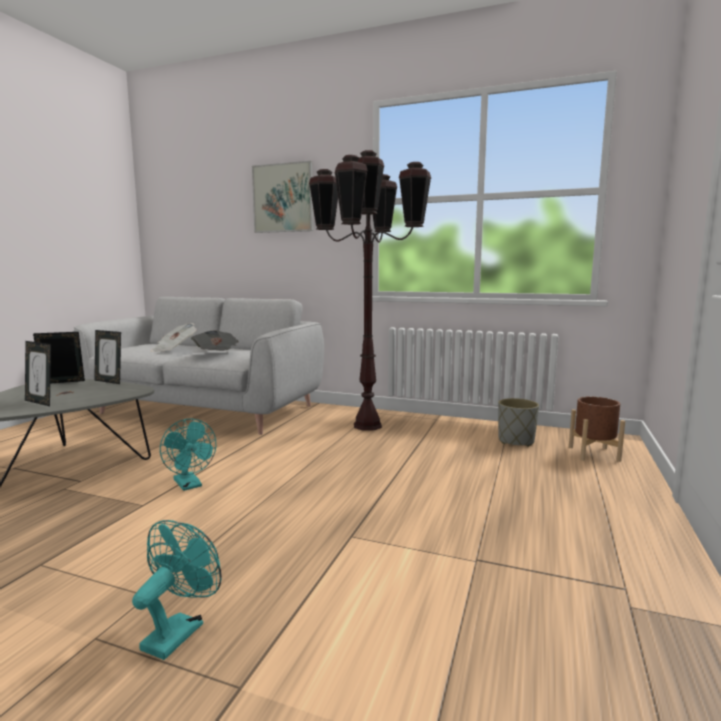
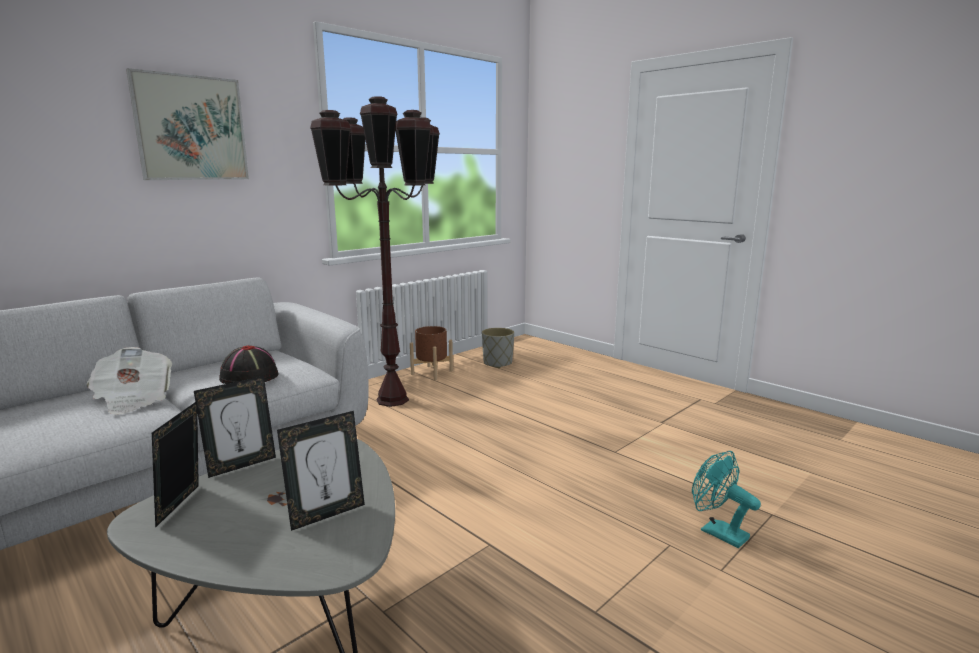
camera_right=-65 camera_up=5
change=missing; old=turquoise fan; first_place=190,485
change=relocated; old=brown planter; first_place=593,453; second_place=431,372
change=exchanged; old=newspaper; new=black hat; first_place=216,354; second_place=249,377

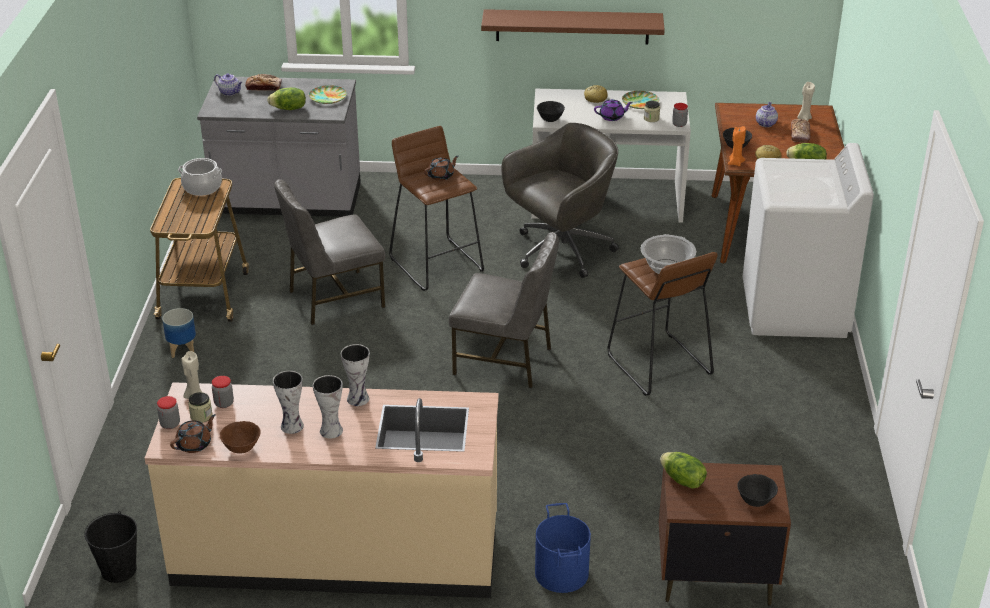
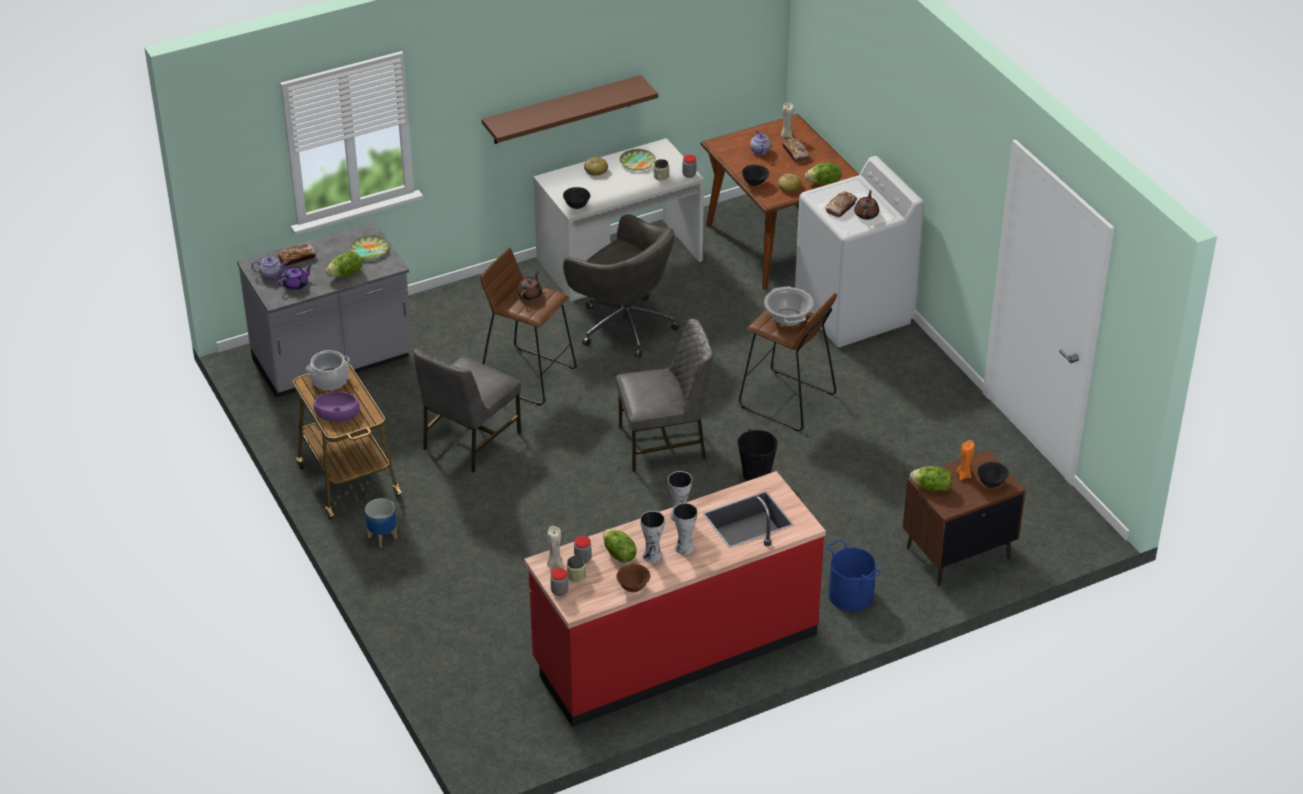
camera_right=-30 camera_up=5
change=appeared; new=purple bowl; second_place=337,412
change=appeared; new=lettuce; second_place=618,554
change=appeared; new=bread; second_place=841,207
change=relocated; old=black bucket; first_place=119,570; second_place=756,474
change=relocated; old=brown teapot; first_place=195,444; second_place=866,214
change=relocated; old=purple teapot; first_place=612,117; second_place=296,284
change=relocated; old=orange candle; first_place=735,163; second_place=964,475
change=colour; old=beige counter; new=red counter; first_place=337,552; second_place=675,649
change=spun; old=grey office chair; first_place=561,251; second_place=623,325; degrees=105

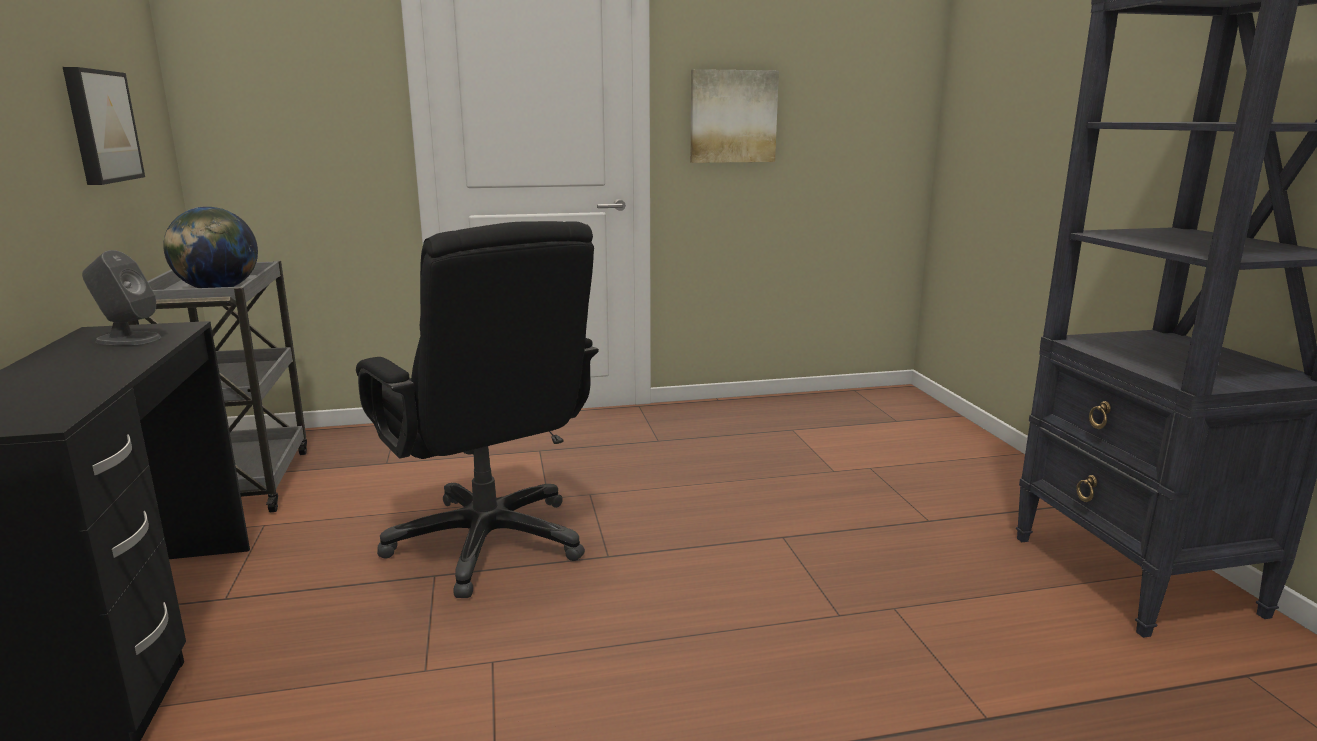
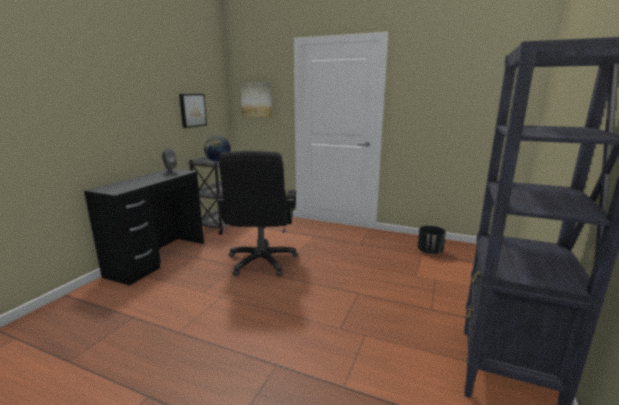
camera_right=35 camera_up=0
change=appeared; new=black planter; second_place=430,251
change=relocated; old=picture; first_place=732,116; second_place=256,99

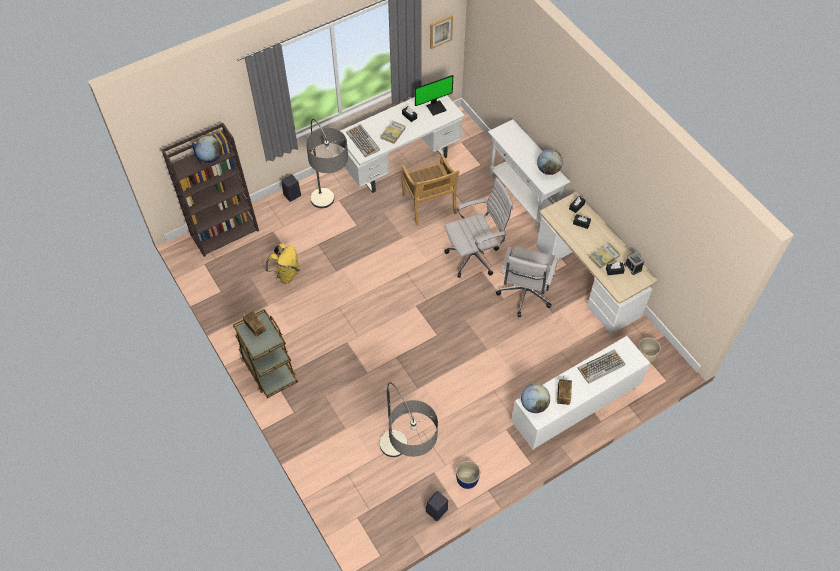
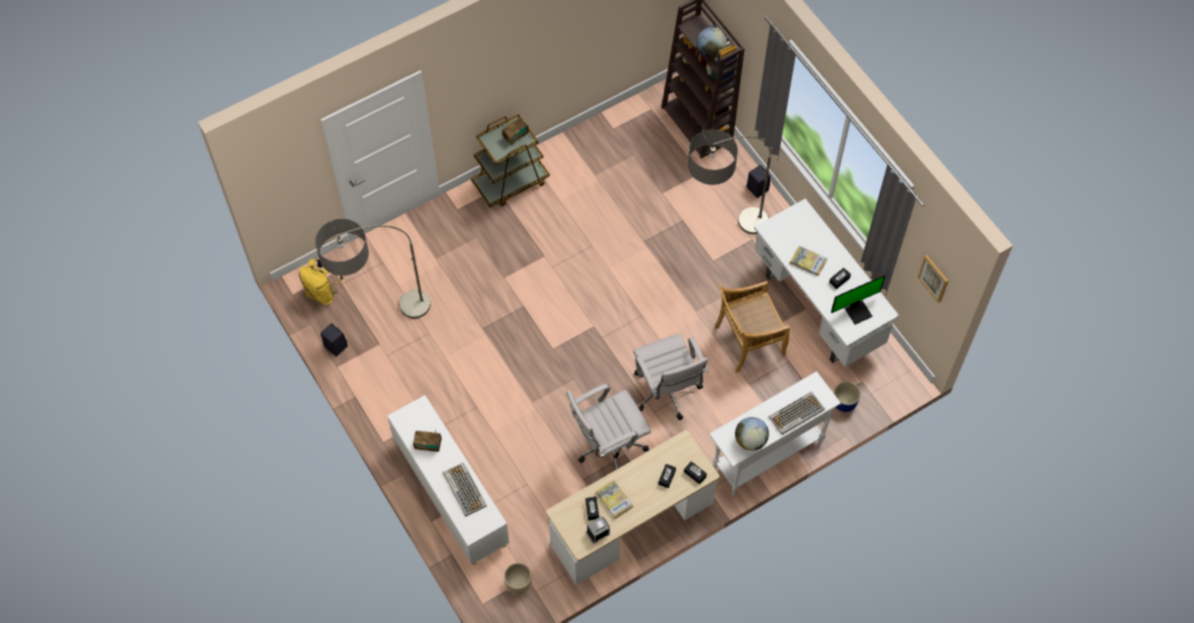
camera_right=90 camera_up=5
change=missing; old=globe; first_place=534,404
change=relocated; old=yellow backpack; first_place=286,274; second_place=323,293
change=relocated; old=keyboard; first_place=363,141; second_place=796,414
change=relocated; old=blue planter; first_place=467,479; second_place=844,402
change=spun; old=monitor; first_place=436,107; second_place=858,311; degrees=-90
change=spun; old=white office chair; first_place=524,296; second_place=607,447; degrees=-45

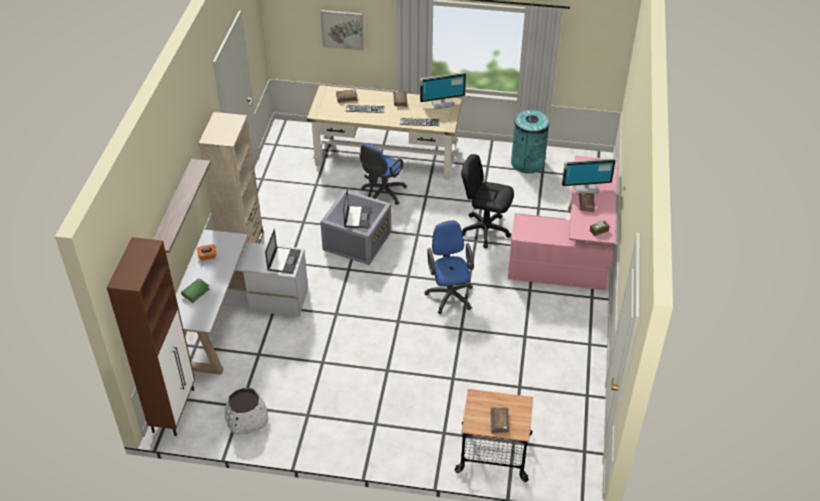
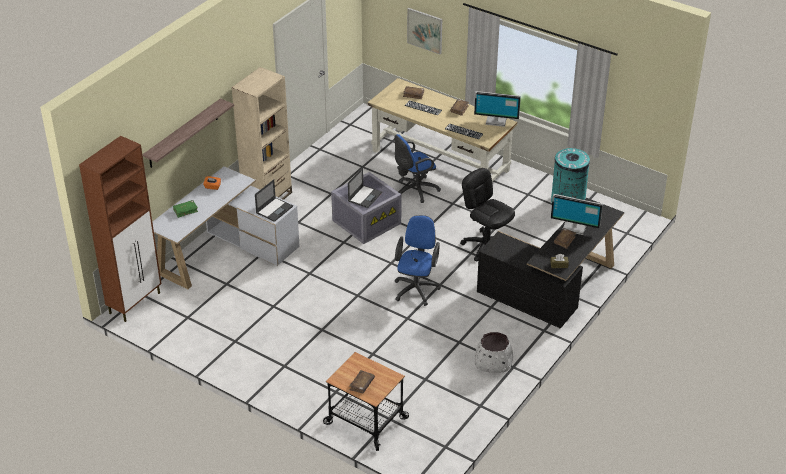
camera_right=25 camera_up=-5
change=relocated; old=white planter; first_place=247,418; second_place=493,361
change=colour; old=pink desk; new=black desk; first_place=571,252; second_place=552,289

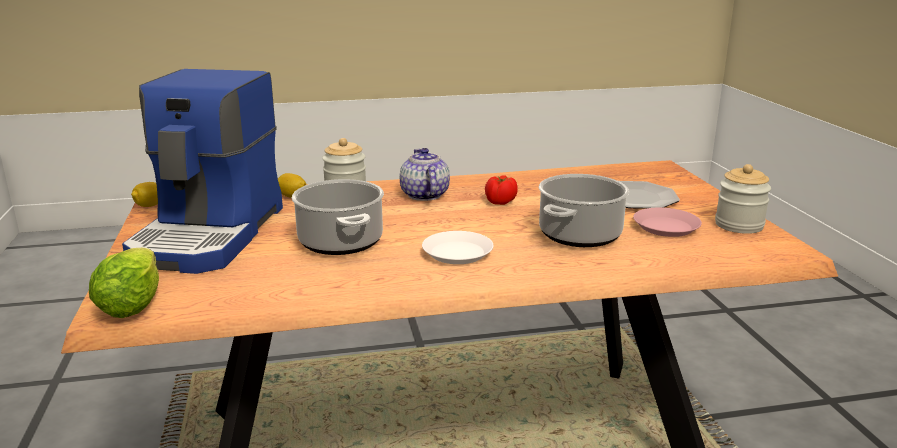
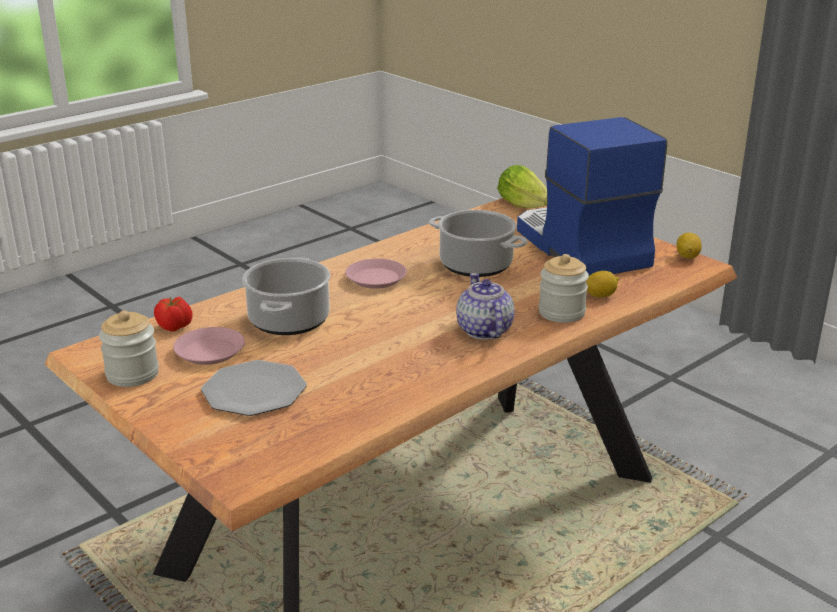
camera_right=150 camera_up=5
change=relocated; old=tomato; first_place=500,202; second_place=175,327
change=colour; old=white plate; new=pink plate; first_place=457,253; second_place=376,278
change=spun; old=teapot; first_place=424,195; second_place=484,331; degrees=-150

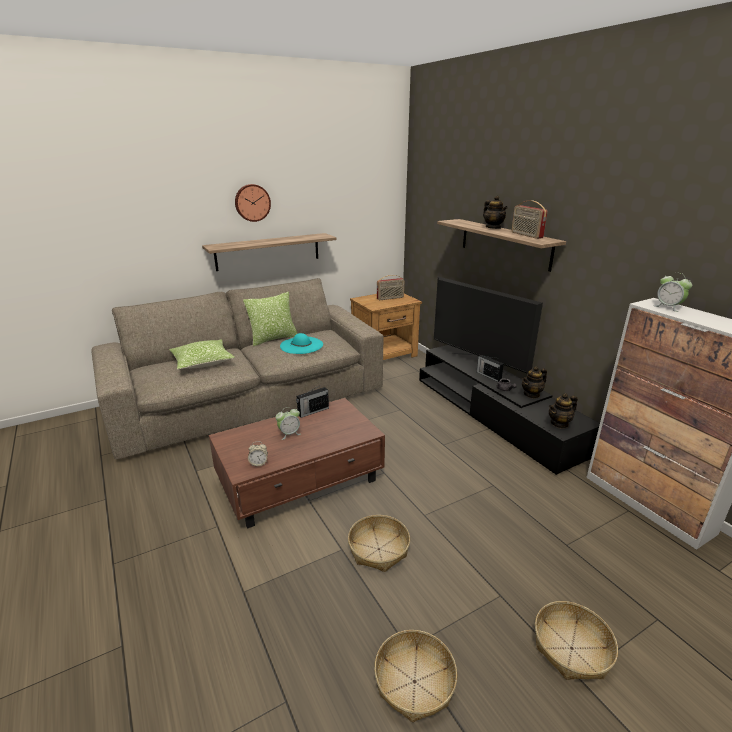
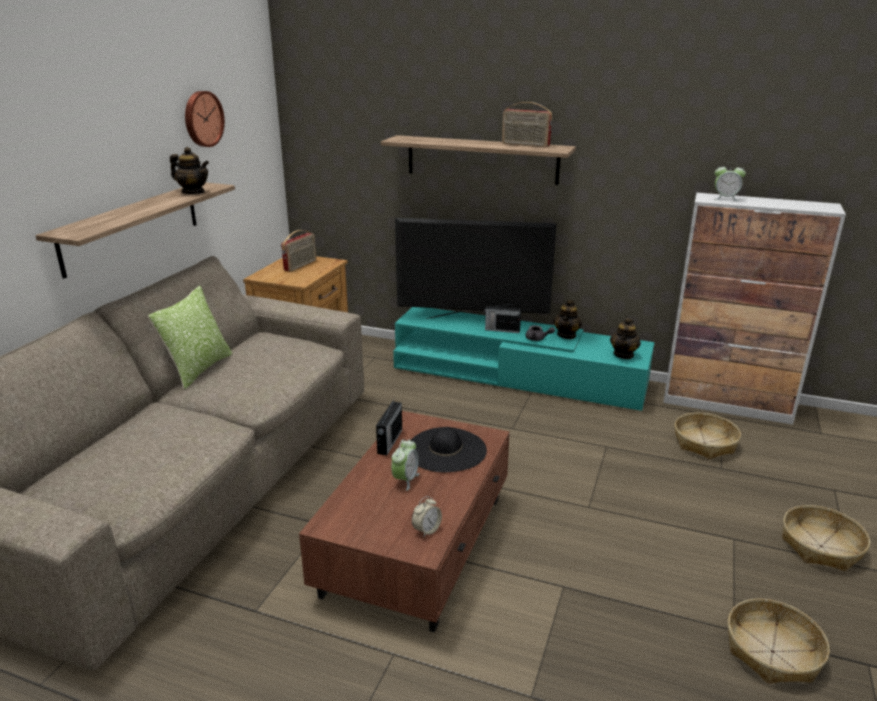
camera_right=-40 camera_up=0
change=missing; old=pillow; first_place=202,362
change=missing; old=turquoise hat; first_place=301,345
change=appeared; new=black hat; second_place=446,450
change=relocated; old=wall clock; first_place=252,202; second_place=202,119
change=relocated; old=basket; first_place=379,549; second_place=705,443
change=relocated; old=teapot; first_place=493,227; second_place=193,192
change=colour; old=black tv stand; new=turquoise tv stand; first_place=494,414; second_place=517,376

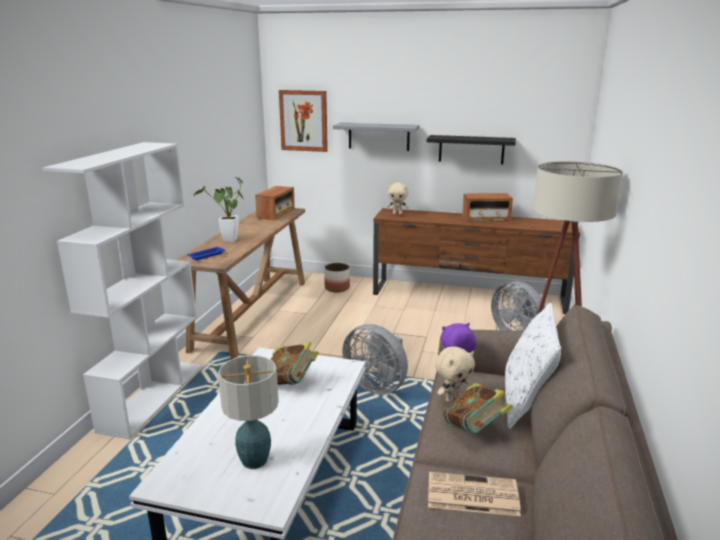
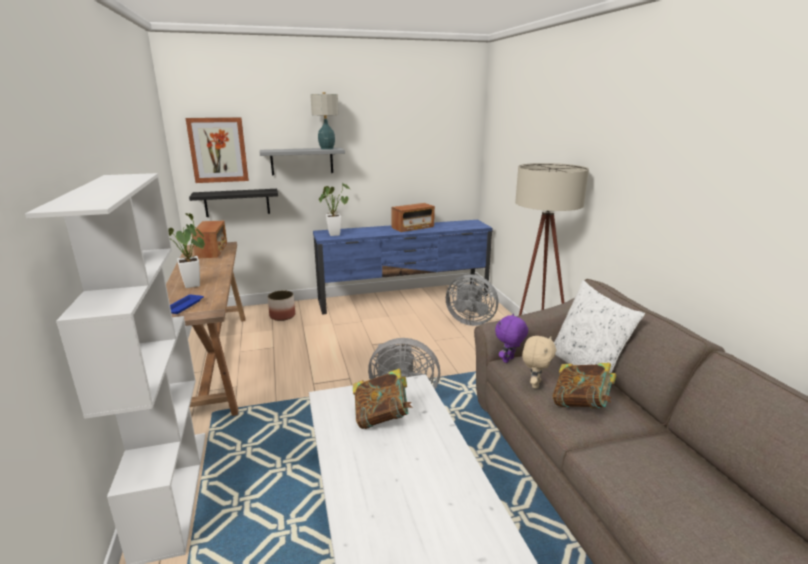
camera_right=-30 camera_up=0
change=missing; old=newspaper; first_place=471,495
change=relocated; old=table lamp; first_place=254,460; second_place=326,148
change=relocated; old=black shelf; first_place=471,149; second_place=237,202
change=exchanged; old=beige plush toy; new=potted plant; first_place=397,214; second_place=334,233
change=colour; old=brown tv stand; new=blue tv stand; first_place=469,296; second_place=404,298

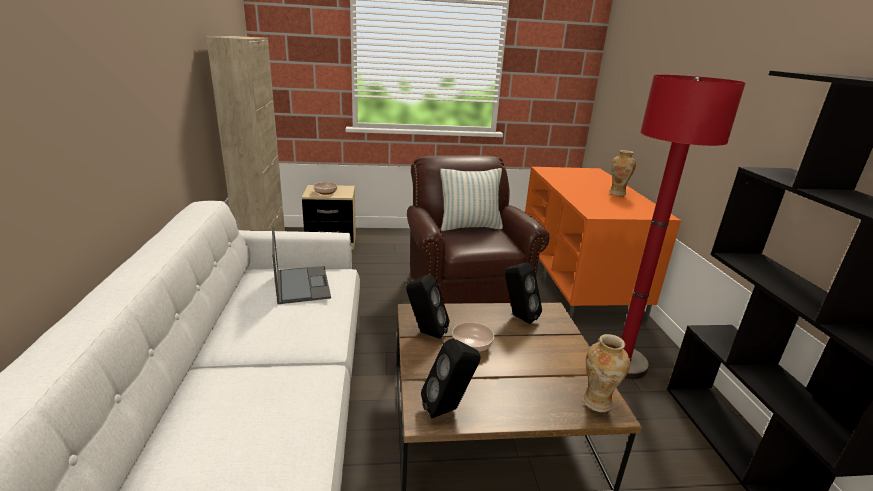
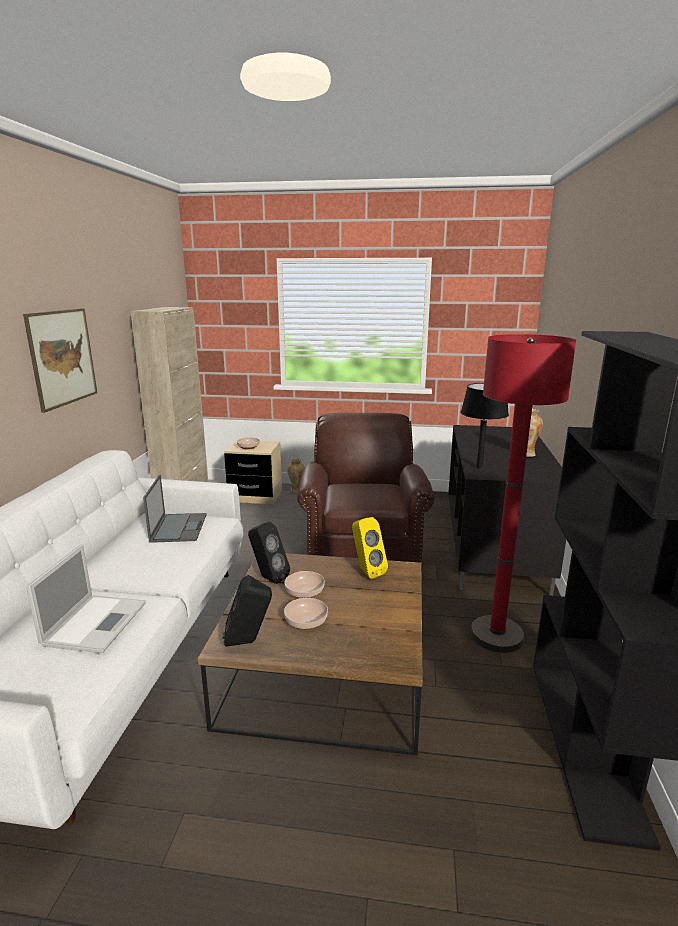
camera_right=15 camera_up=-5
change=missing; old=pillow; first_place=469,227
change=appeared; new=picture; second_place=62,357
change=appeared; new=laptop; second_place=96,622
change=appeared; new=bowl; second_place=305,621
change=appeared; new=black table lamp; second_place=479,467
change=relocated; old=vase; first_place=597,402; second_place=296,491
change=colour; old=black speaker; new=yellow speaker; first_place=518,317; second_place=366,572
change=colour; old=orange tv stand; new=black tv stand; first_place=578,281; second_place=495,549

